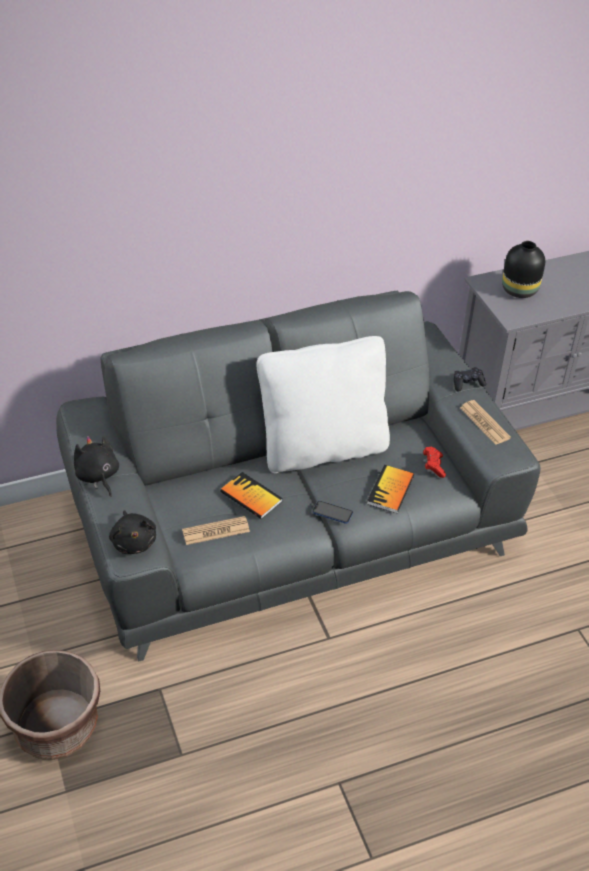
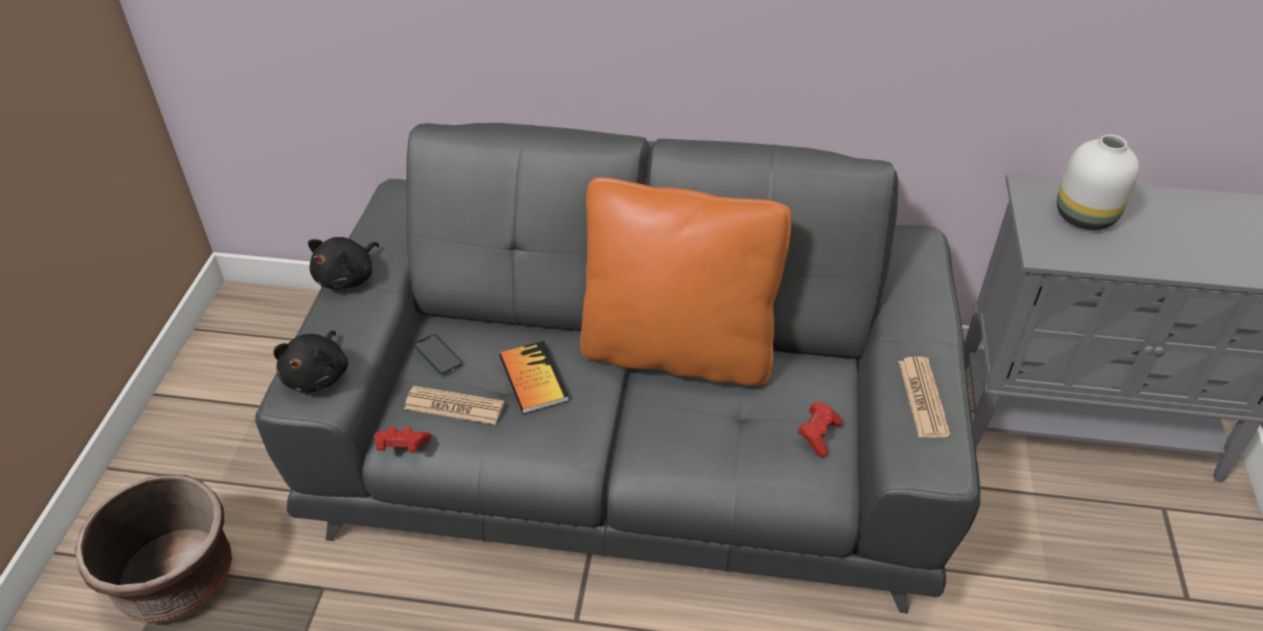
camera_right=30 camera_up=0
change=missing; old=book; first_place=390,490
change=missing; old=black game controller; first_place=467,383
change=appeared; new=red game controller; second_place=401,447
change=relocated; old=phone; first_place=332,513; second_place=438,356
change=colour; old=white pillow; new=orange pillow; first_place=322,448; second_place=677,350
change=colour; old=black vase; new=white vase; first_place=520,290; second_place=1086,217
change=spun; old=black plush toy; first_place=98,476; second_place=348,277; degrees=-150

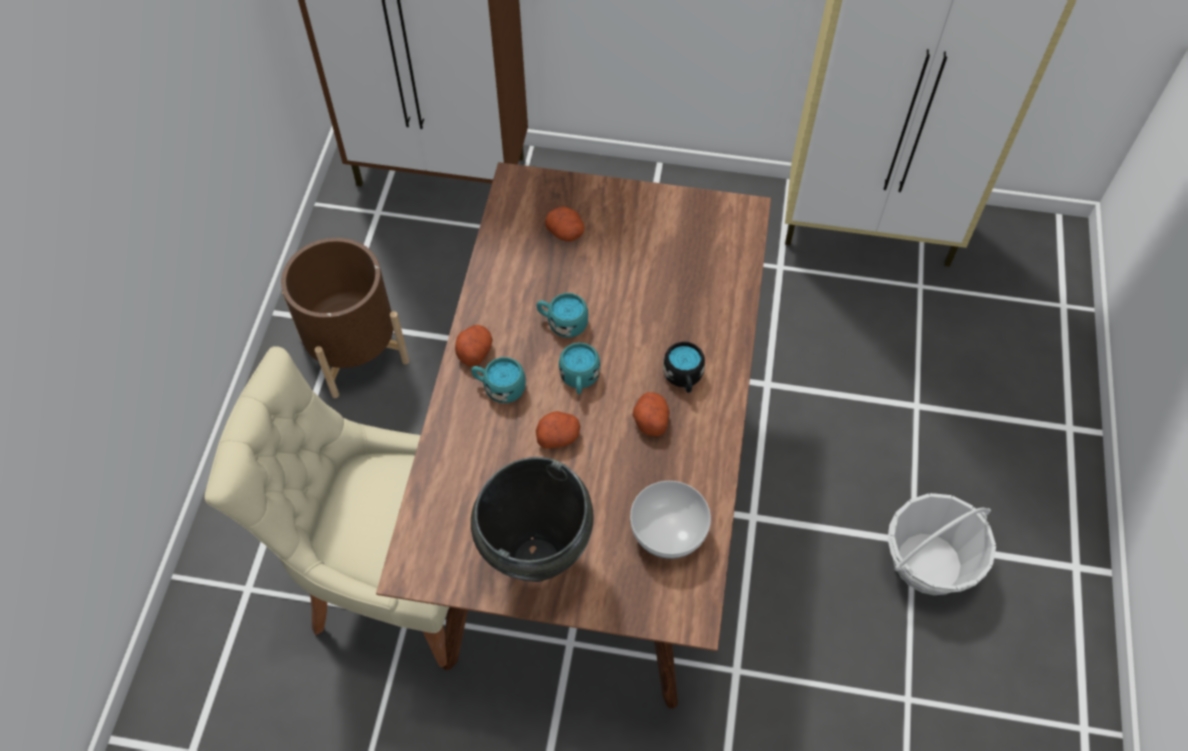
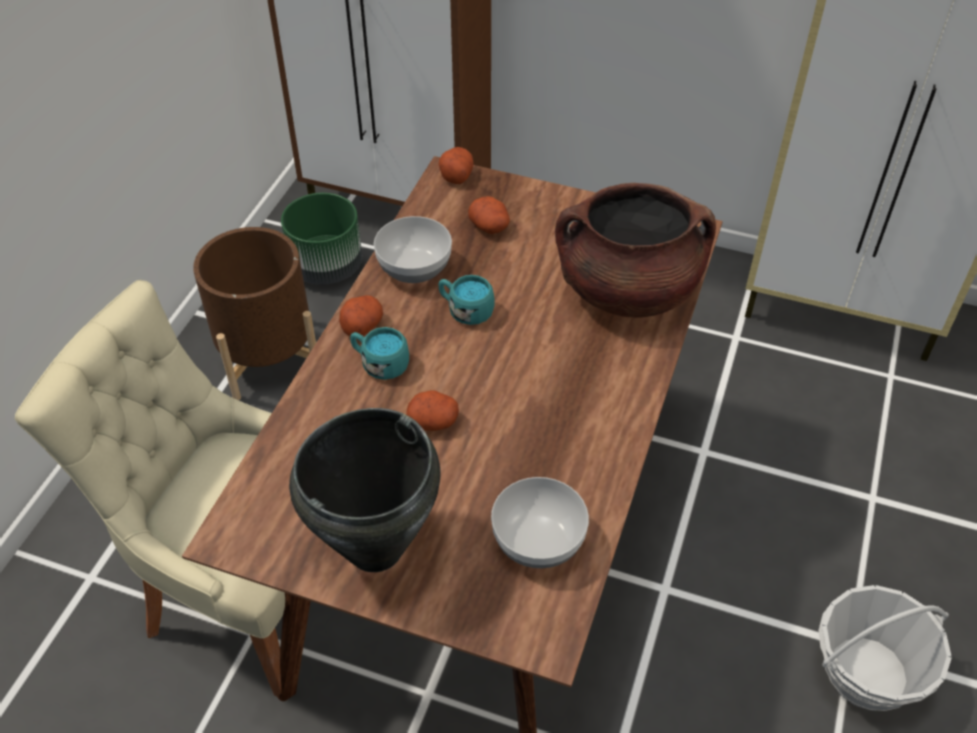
camera_right=10 camera_up=-10
change=missing; old=turquoise mug; first_place=579,378
change=missing; old=black mug; first_place=683,377
change=appeared; new=green planter; second_place=327,267
change=appeared; new=bowl; second_place=413,268
change=appeared; new=brown cooking pot; second_place=628,291
change=relocated; old=potato; first_place=650,420; second_place=456,174

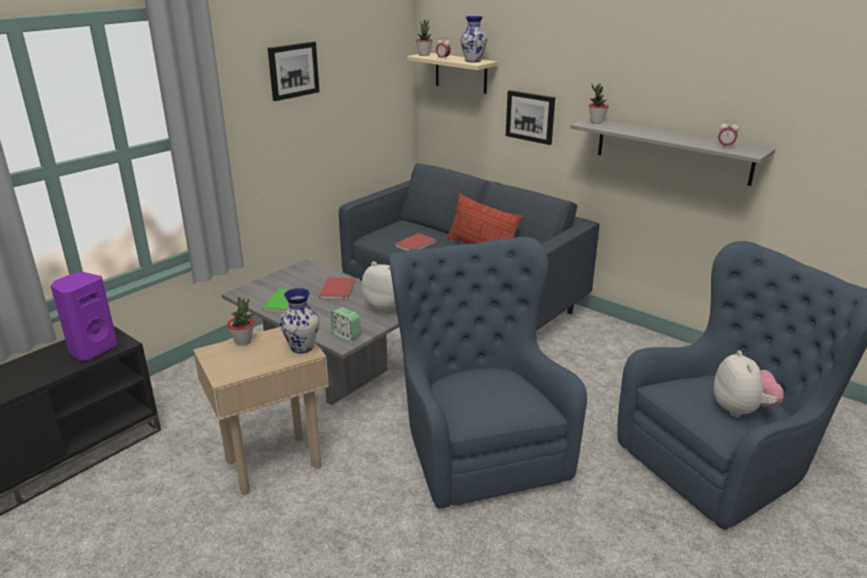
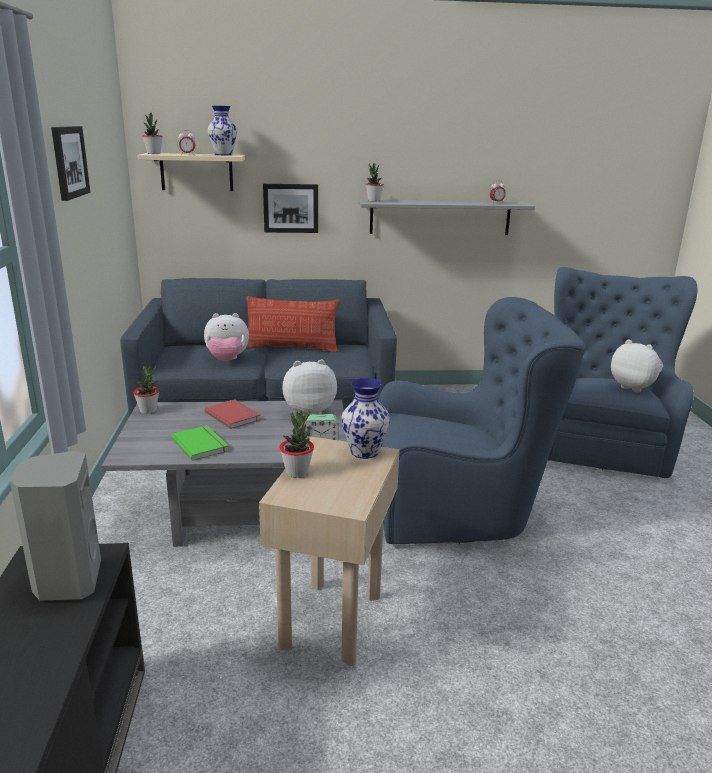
camera_right=-45 camera_up=-5
change=appeared; new=potted plant; second_place=148,410
change=exchanged; old=red book; new=plush toy; first_place=416,245; second_place=227,360
change=colour; old=purple speaker; new=grey speaker; first_place=92,349; second_place=67,581
change=spun; old=blue armchair; first_place=477,444; second_place=462,509; degrees=150

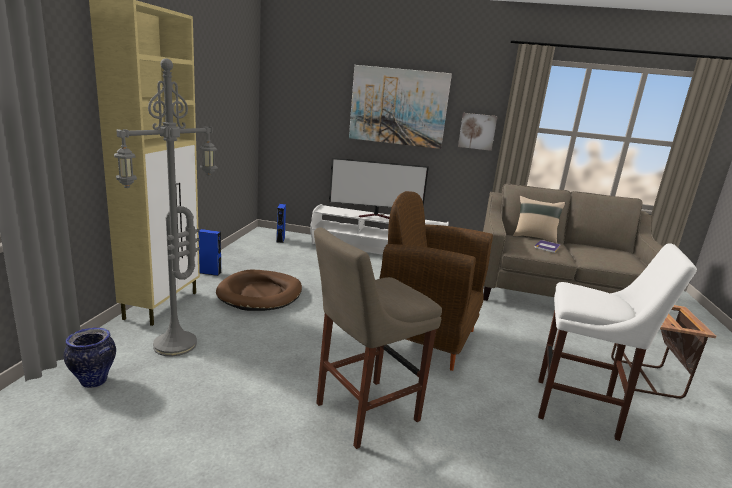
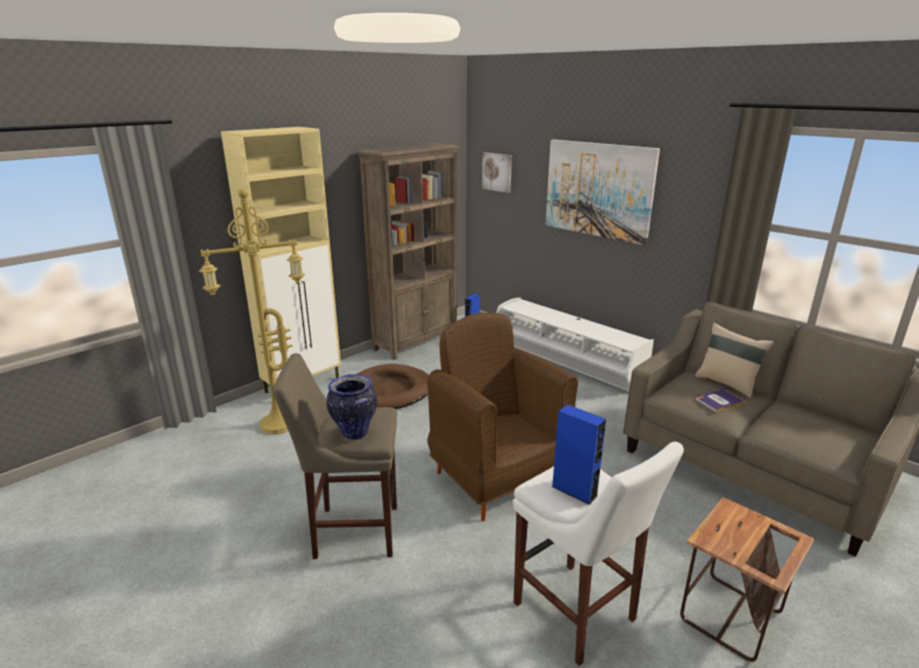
camera_right=35 camera_up=5
change=missing; old=television; first_place=377,216
change=appeared; new=brown bookcase; second_place=416,341
change=relocated; old=vase; first_place=93,381; second_place=354,433
change=relocated; old=blue speaker; first_place=209,272; second_place=574,491
change=relocated; old=picture; first_place=477,131; second_place=497,172
change=colour; old=grey floor lamp; new=yellow floor lamp; first_place=175,346; second_place=277,426

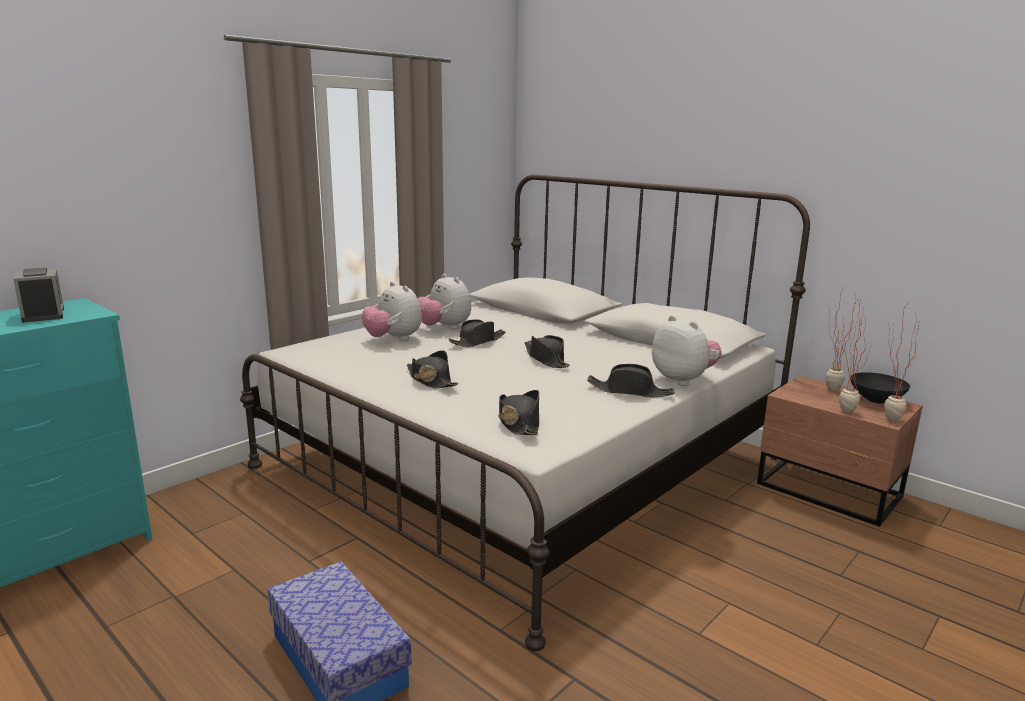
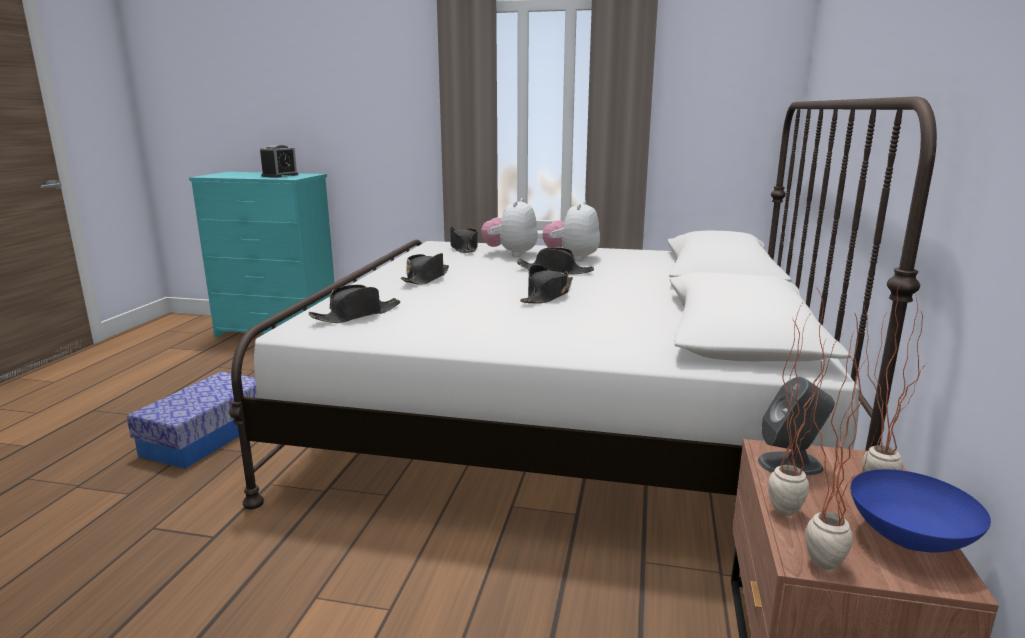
camera_right=60 camera_up=0
change=missing; old=plush toy; first_place=683,380
change=appeared; new=grey speaker; second_place=791,464
change=relocated; old=black hat; first_place=630,391; second_place=464,248
change=colour; old=black bowl; new=blue bowl; first_place=877,400; second_place=909,540

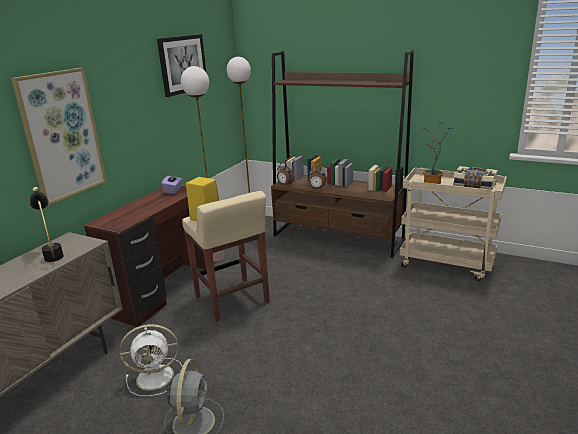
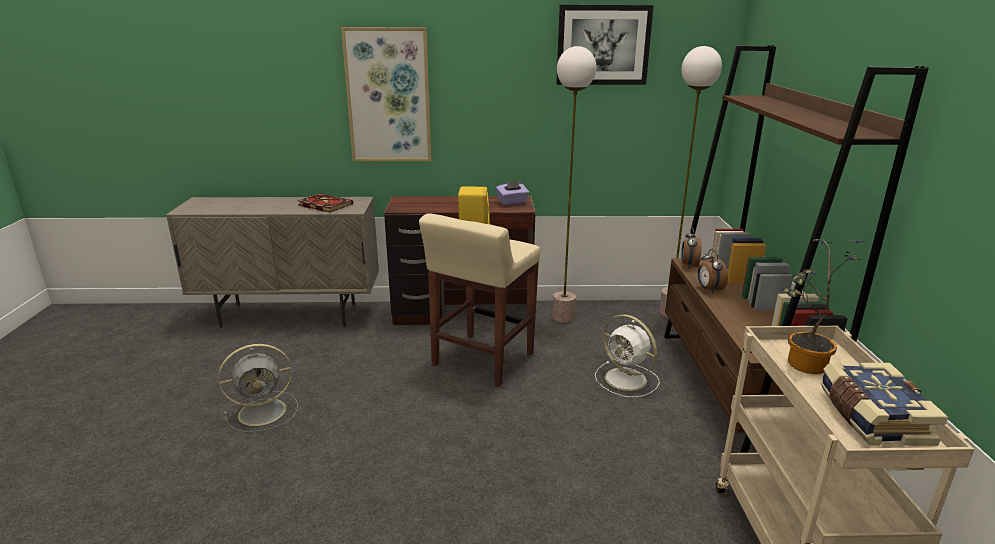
camera_right=60 camera_up=0
change=relocated; old=white fan; first_place=157,377; second_place=627,380
change=exchanged; old=black table lamp; new=book; first_place=53,254; second_place=323,205

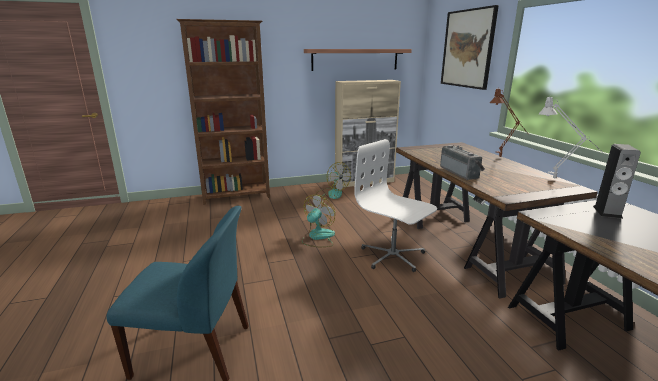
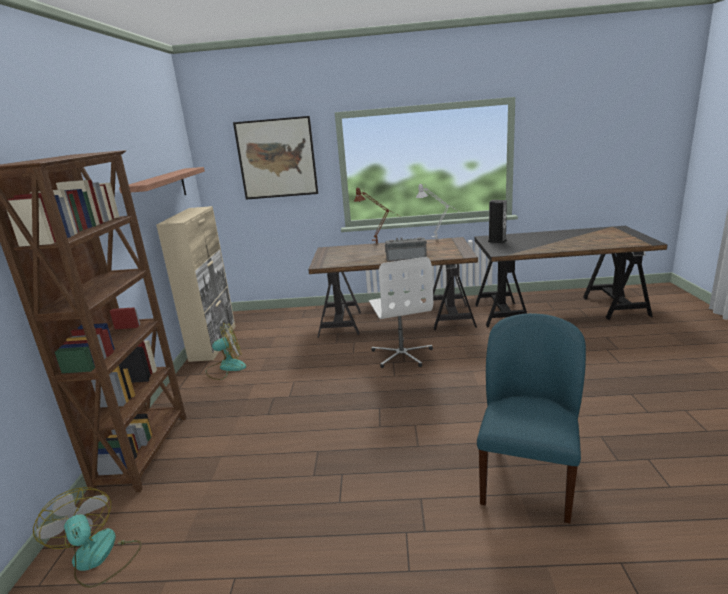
camera_right=-70 camera_up=0
change=relocated; old=fan; first_place=317,237; second_place=98,558
change=spun; old=white office chair; first_place=392,256; second_place=402,354; degrees=-75

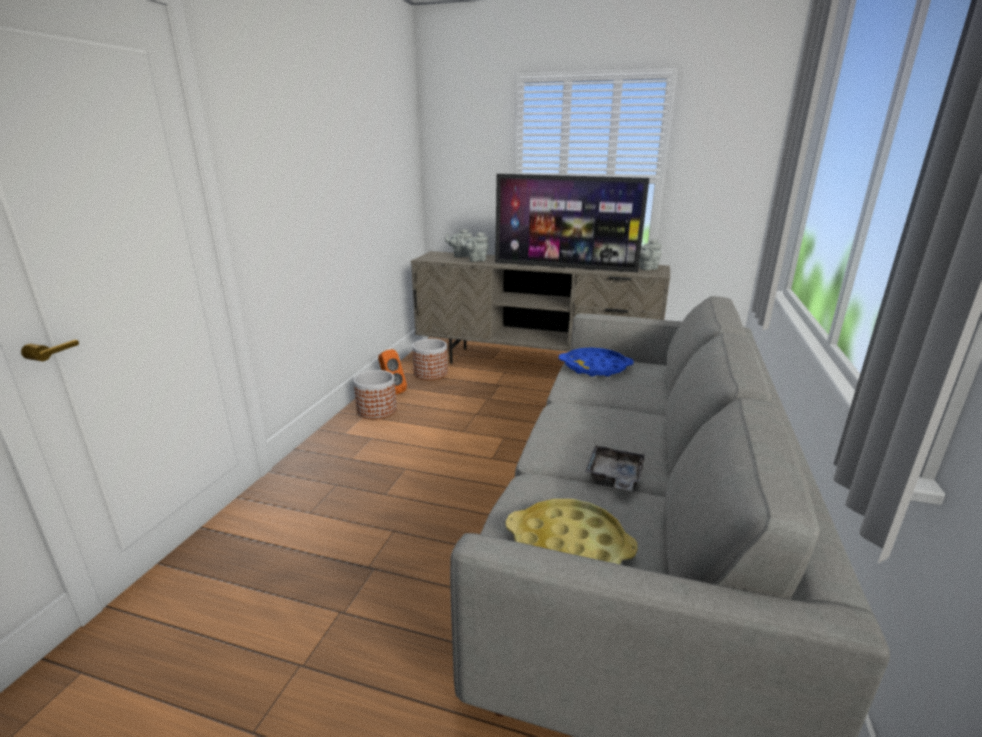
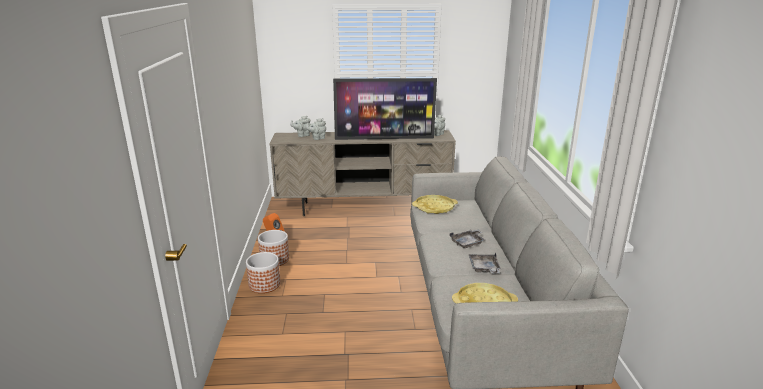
camera_right=-20 camera_up=0
change=appeared; new=grey tray; second_place=468,243
change=relocated; old=planter; first_place=431,373; second_place=264,284
change=colour; old=blue tray; new=yellow tray; first_place=595,367; second_place=434,208

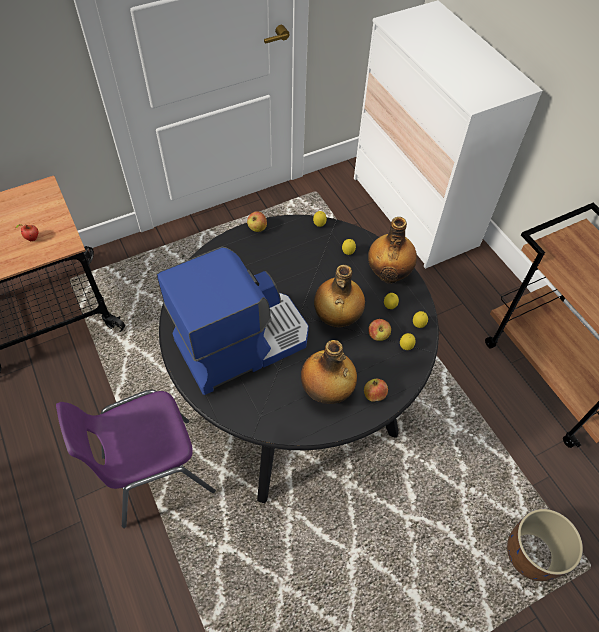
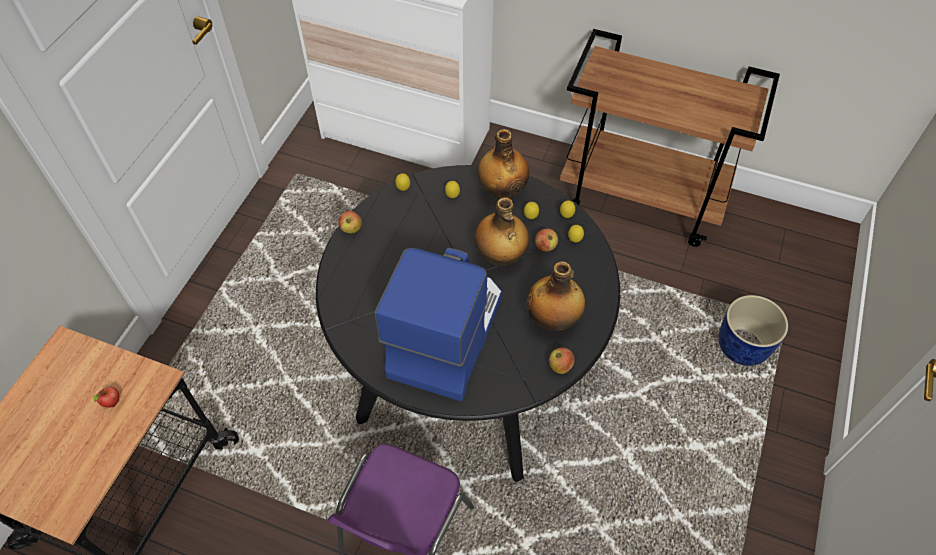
camera_right=-40 camera_up=0
change=relocated; old=apple; first_place=374,395; second_place=560,366
change=colour; old=brown planter; new=blue planter; first_place=532,555; second_place=743,346

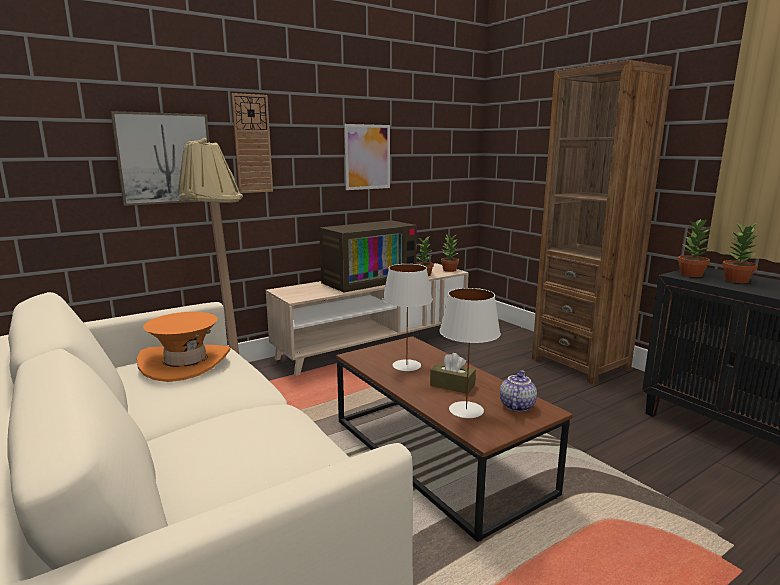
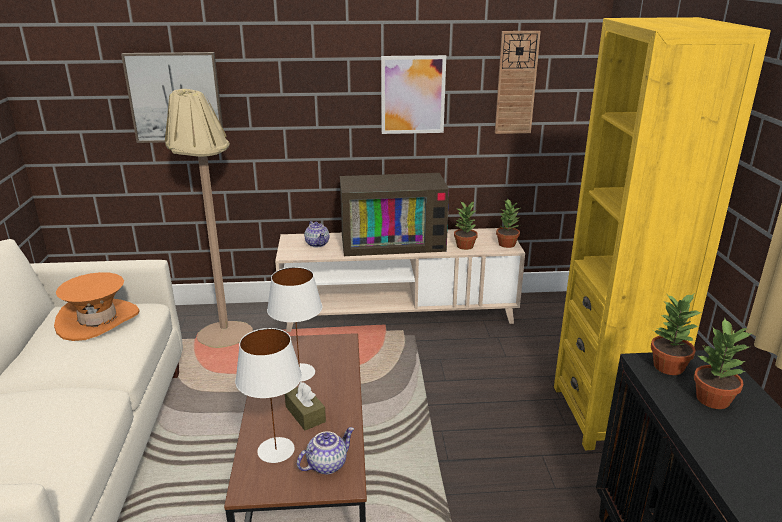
camera_right=30 camera_up=10
change=appeared; new=teapot; second_place=317,244
change=relocated; old=wall clock; first_place=252,144; second_place=516,83
change=colour; old=brown bookcase; new=yellow bookcase; first_place=580,364; second_place=608,414

